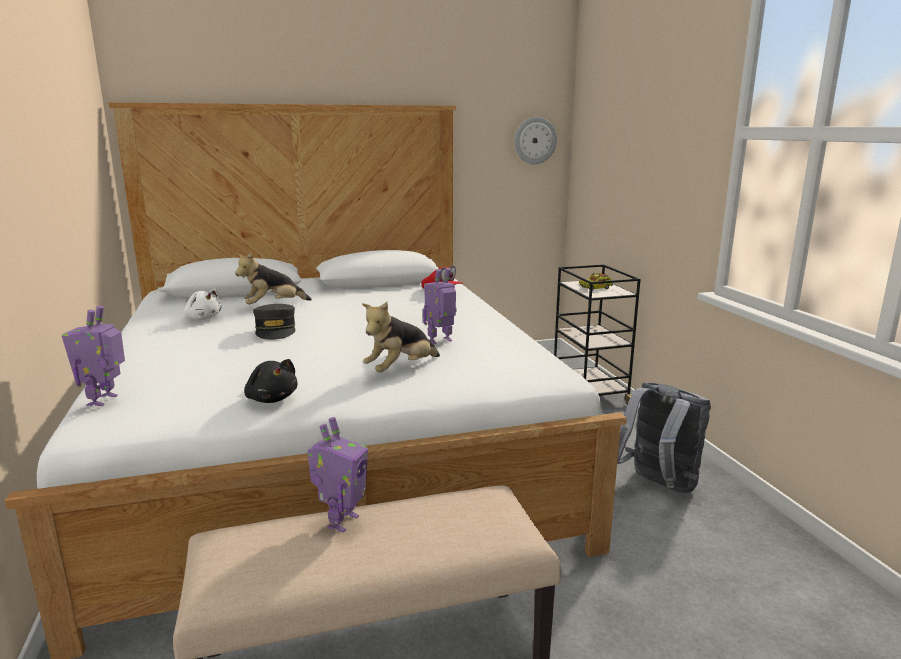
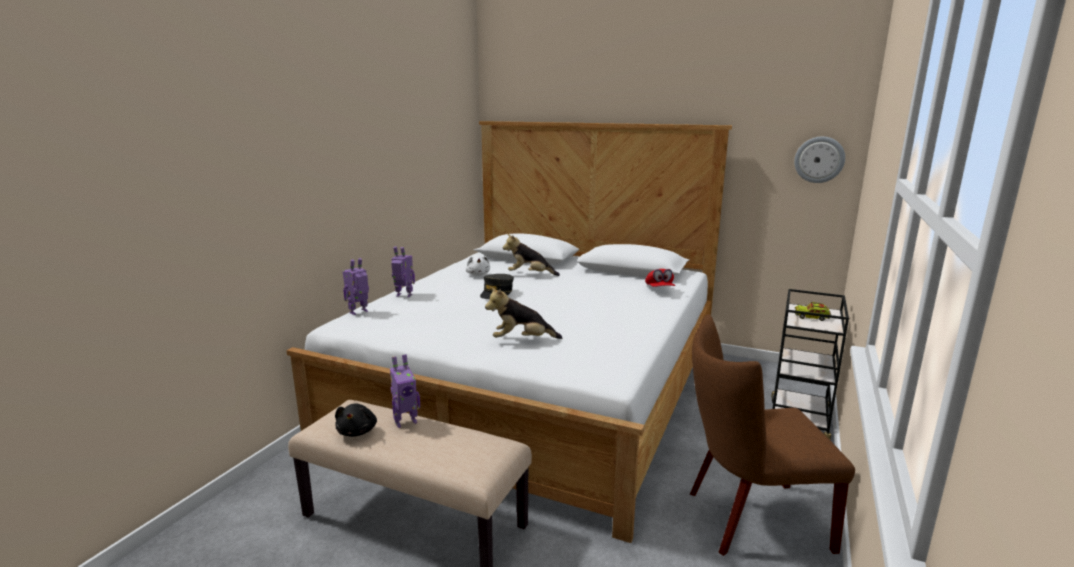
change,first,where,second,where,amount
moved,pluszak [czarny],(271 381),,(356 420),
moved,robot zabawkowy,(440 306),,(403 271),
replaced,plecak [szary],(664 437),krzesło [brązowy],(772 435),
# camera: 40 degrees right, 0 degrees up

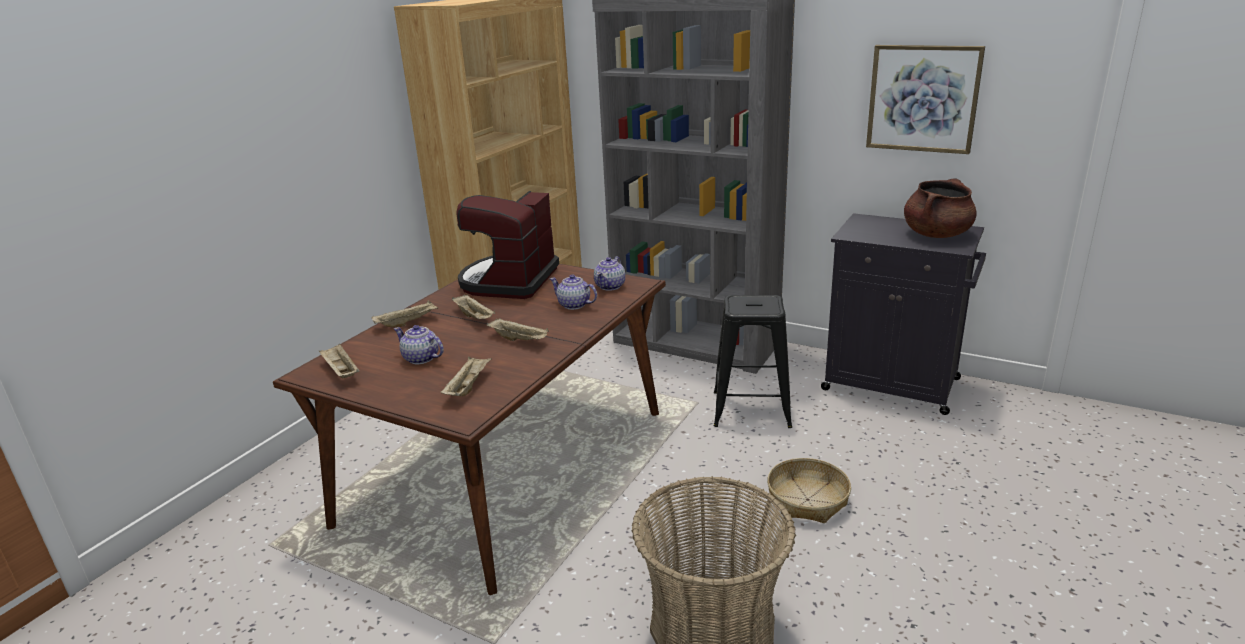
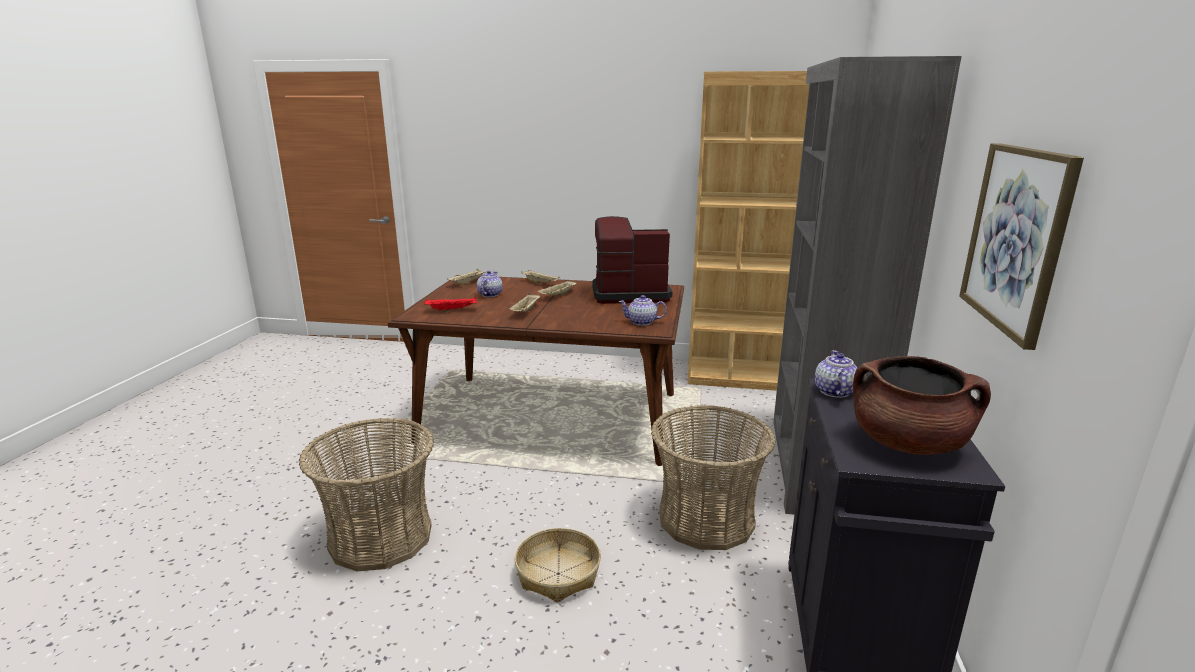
change,first,where,second,where,amount
recoloured,taca [beżowy],(466 376),taca [czerwony],(450 304),
moved,imbryk,(573 292),,(836 374),
replaced,stołek [czarny],(753 361),koszyk,(713 477),
# camera: 70 degrees right, 5 degrees down

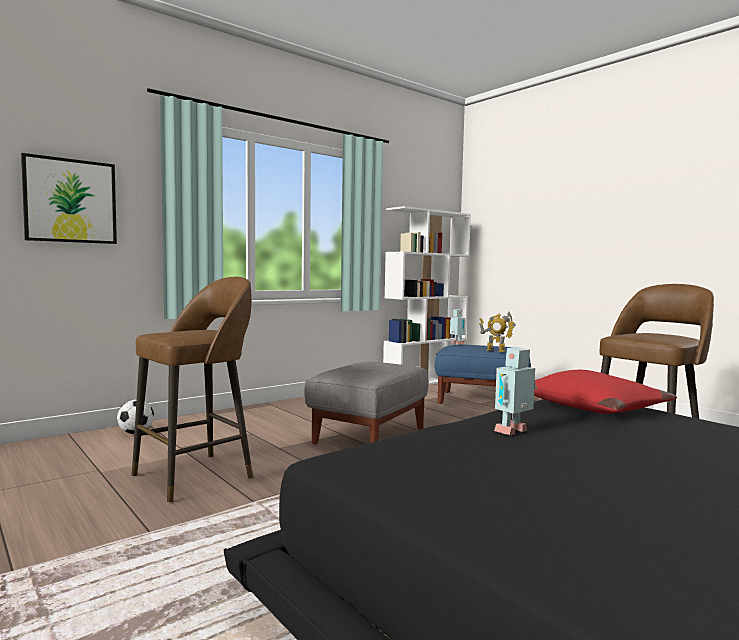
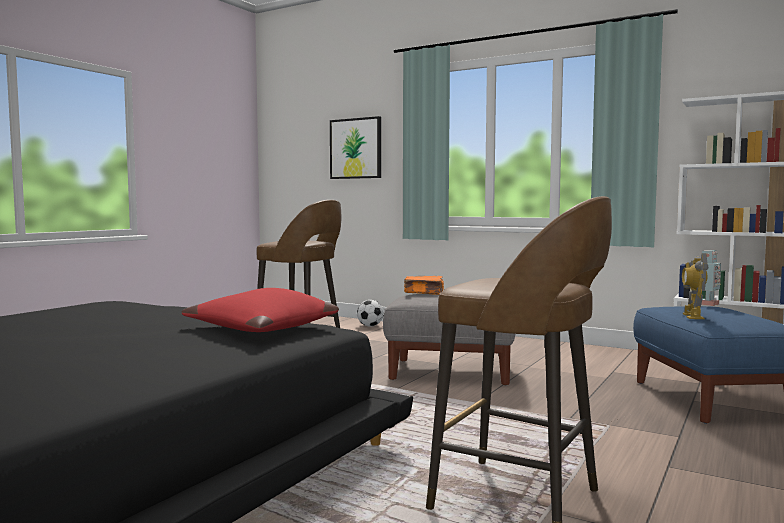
change,first,where,second,where,amount
removed,robot zabawkowy,(514 391),,,
added,,,książka [pomarańczowy],(424 285),
# camera: 70 degrees right, 0 degrees up

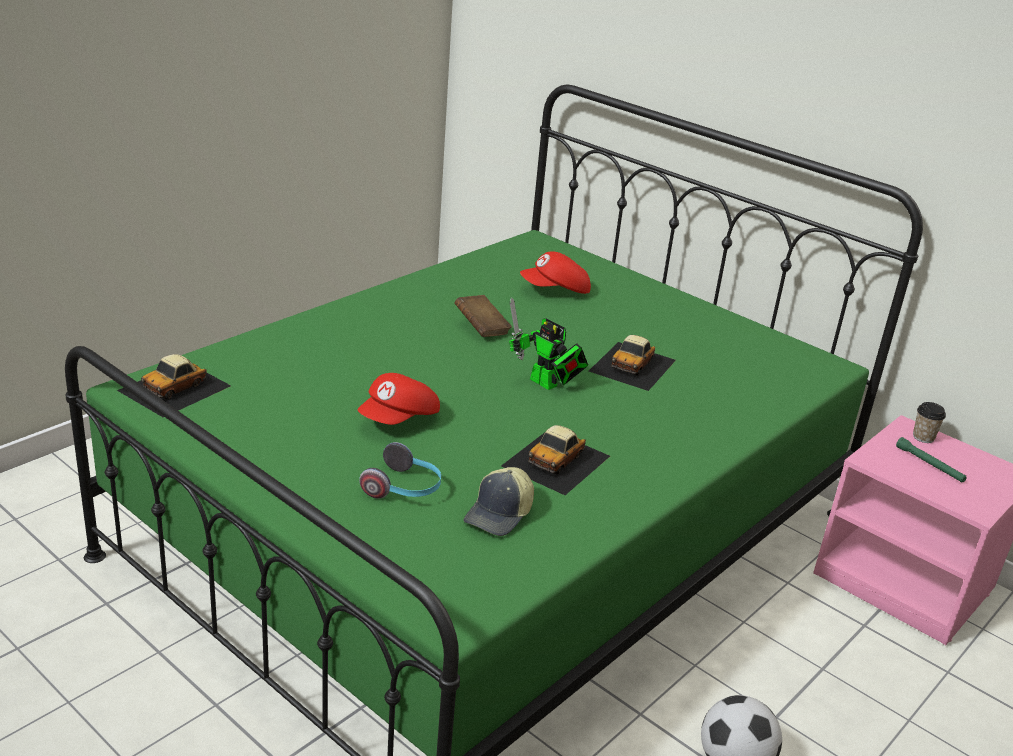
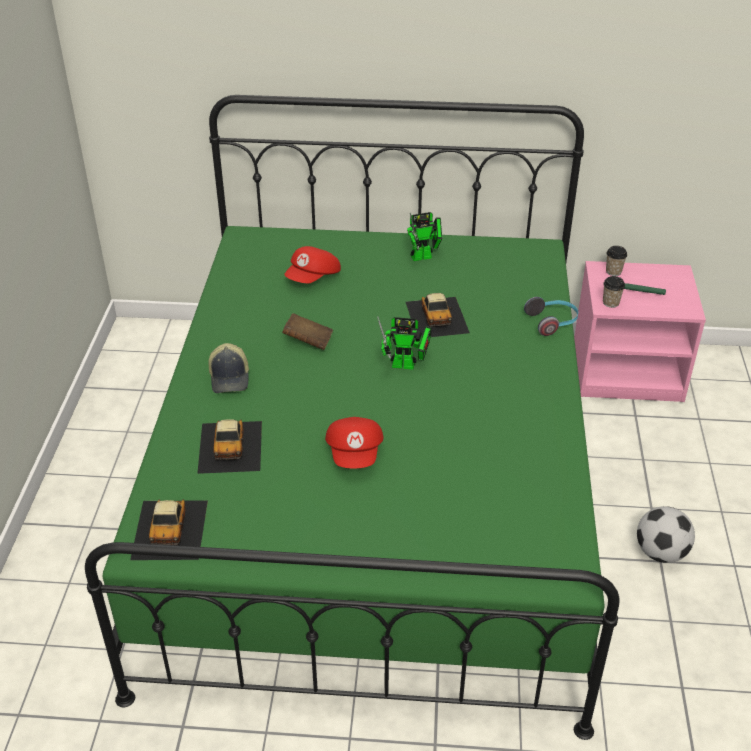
change,first,where,second,where,amount
moved,słuchawki,(400 470),,(551 316),
moved,czapka z daszkiem,(499 501),,(228 368),
moved,samochodzik,(555 460),,(229 446),
added,,,robot zabawkowy,(424 236),
added,,,filiżanka,(614 292),
# camera: 35 degrees left, 10 degrees up

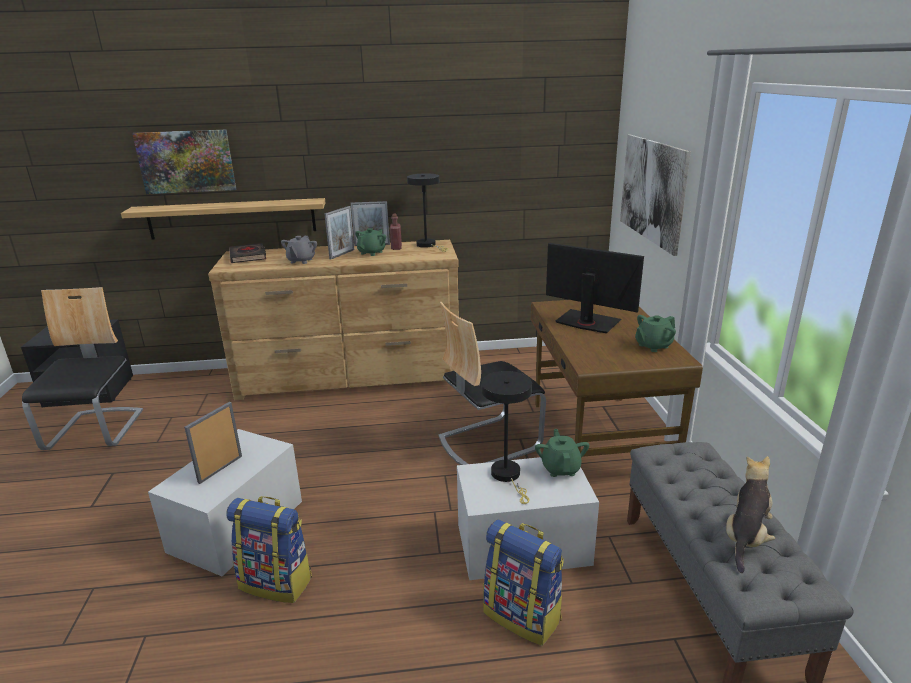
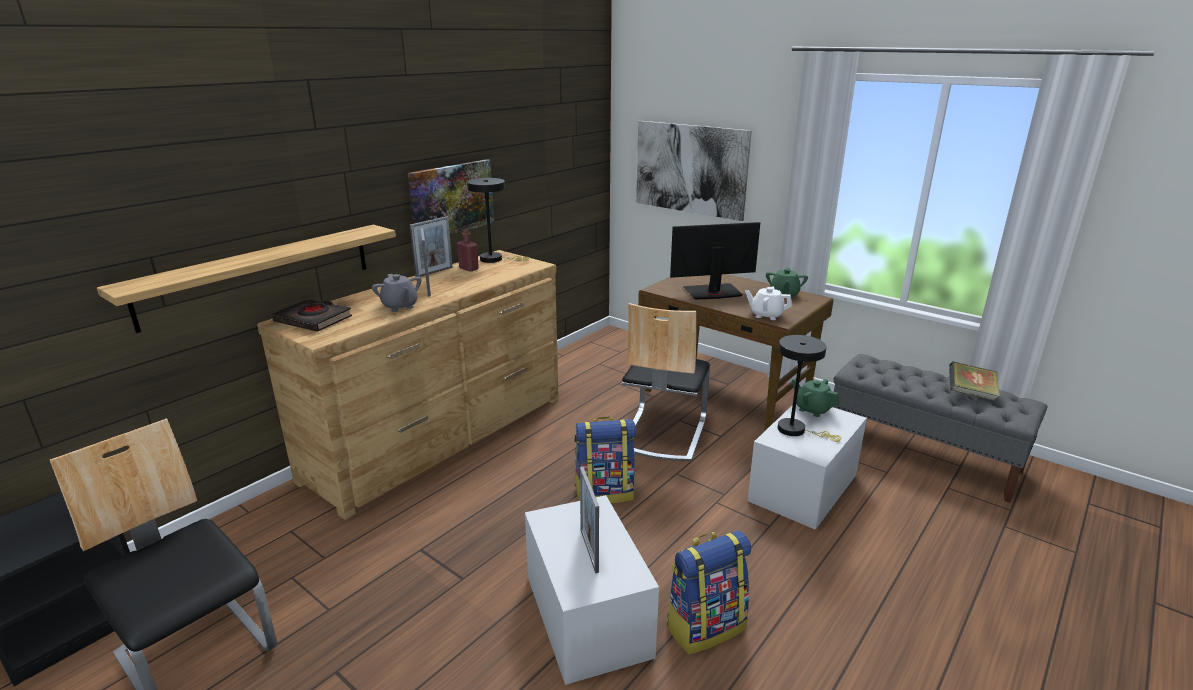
change,first,where,second,where,amount
moved,obraz,(184 162),,(451 196),
removed,imbryk [zielony],(370 242),,,
moved,plecak,(523 582),,(605 460),
replaced,pluszak,(750 514),książka,(974 381),
added,,,imbryk [biały],(768 303),
# camera: 45 degrees left, 0 degrees up

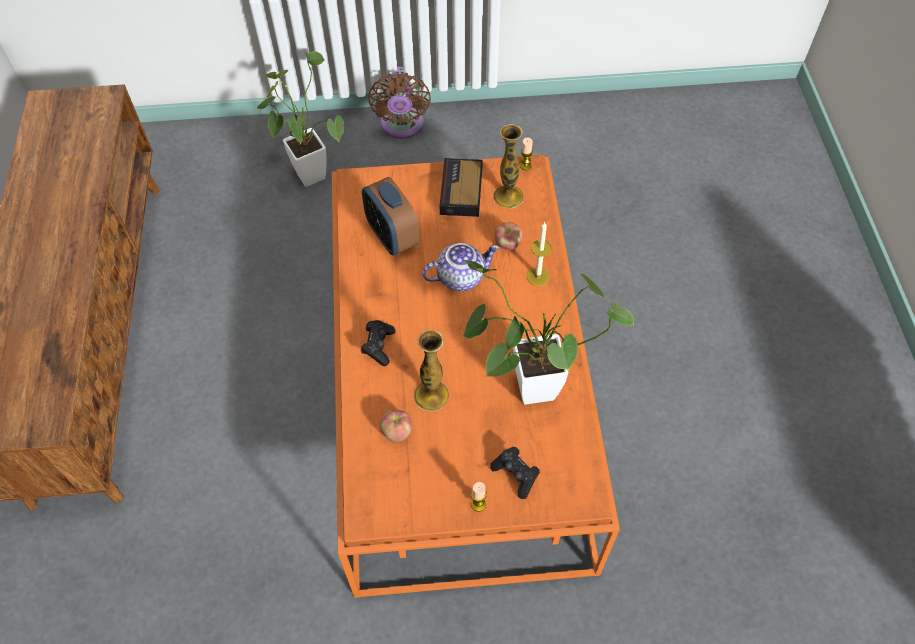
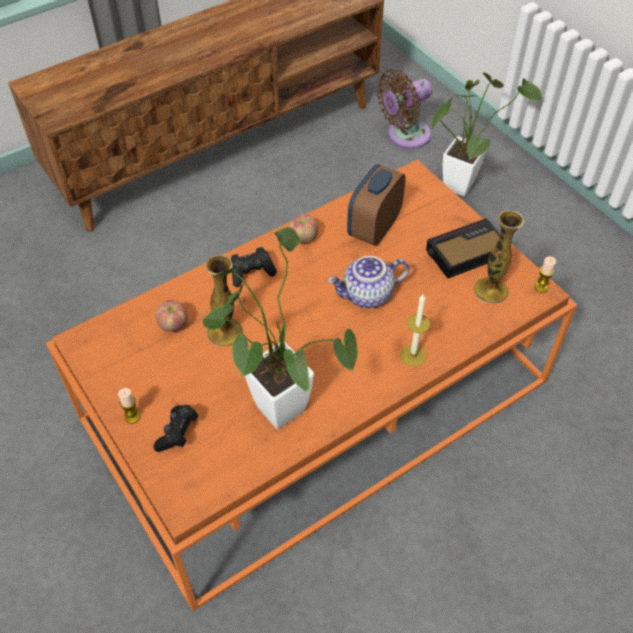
change,first,where,second,where,amount
moved,wentylator [brązowy],(399 102),,(404 109),
turned,imbryk,(460 267),,(368 282),120 degrees clockwise
moved,jabłko,(508 236),,(304 228),
# camera: 60 degrees right, 5 degrees down

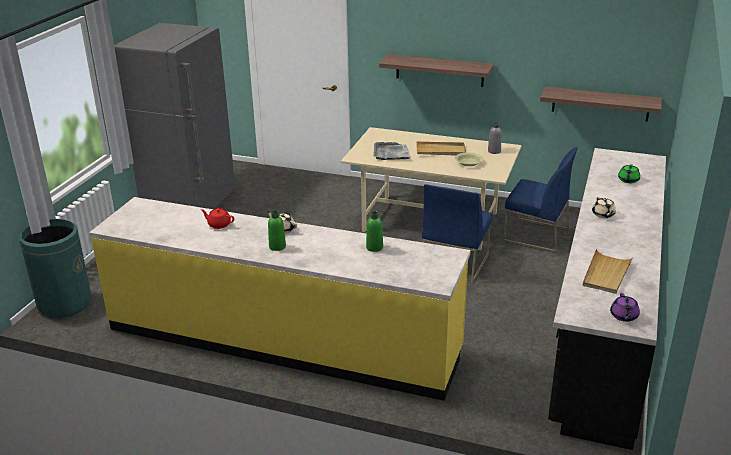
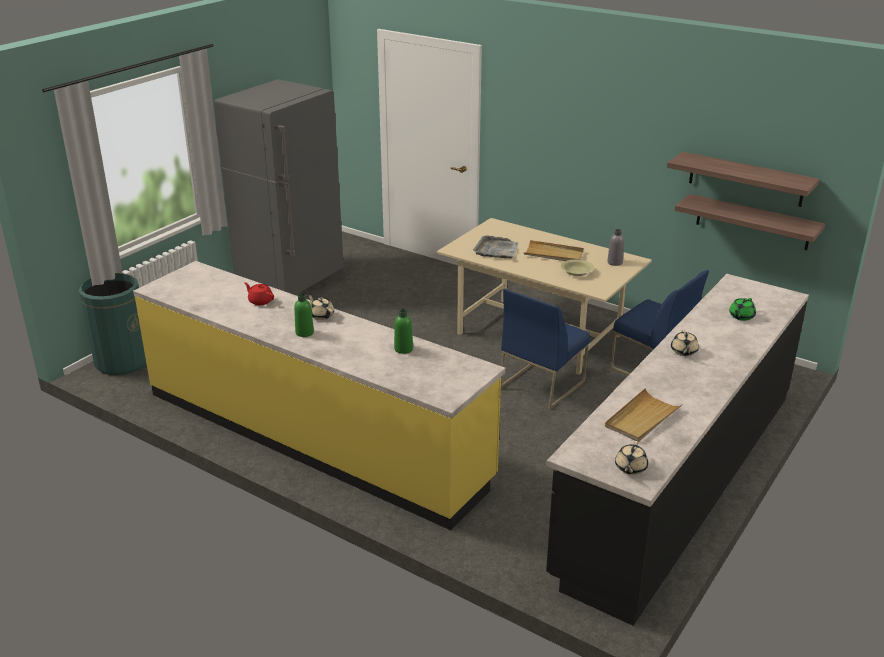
change,first,where,second,where,amount
moved,półka,(436 70),,(743 179),
recoloured,imbryk [fioletowy],(625 307),imbryk [beżowy],(631 458),
# camera: 15 degrees right, 0 degrees up

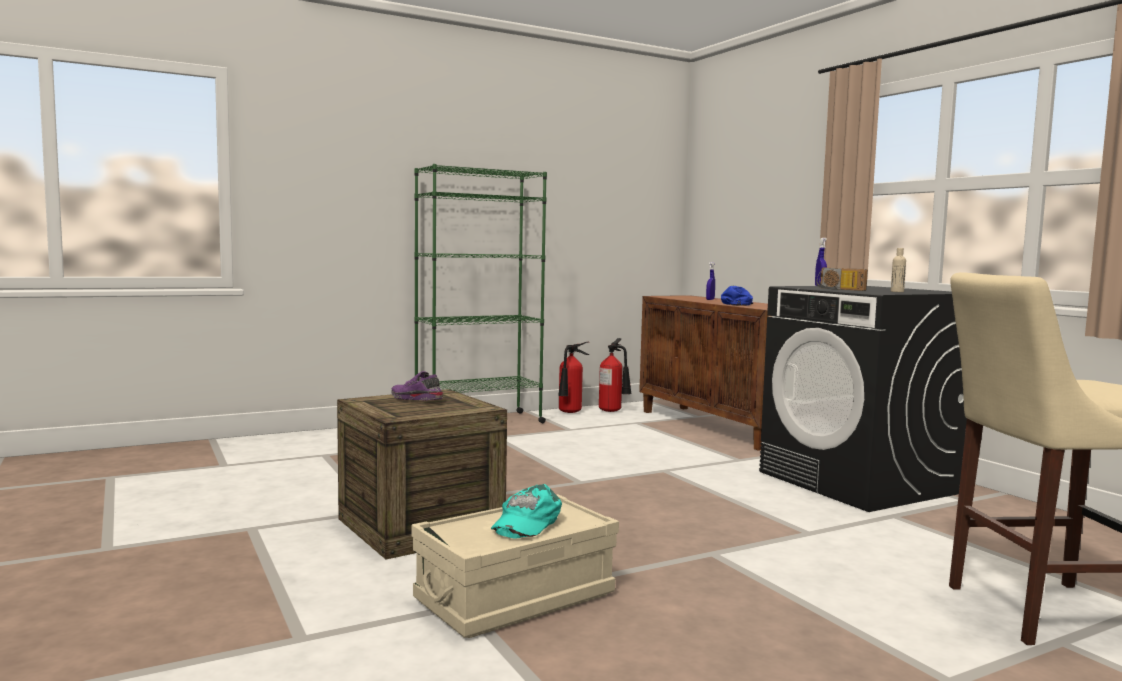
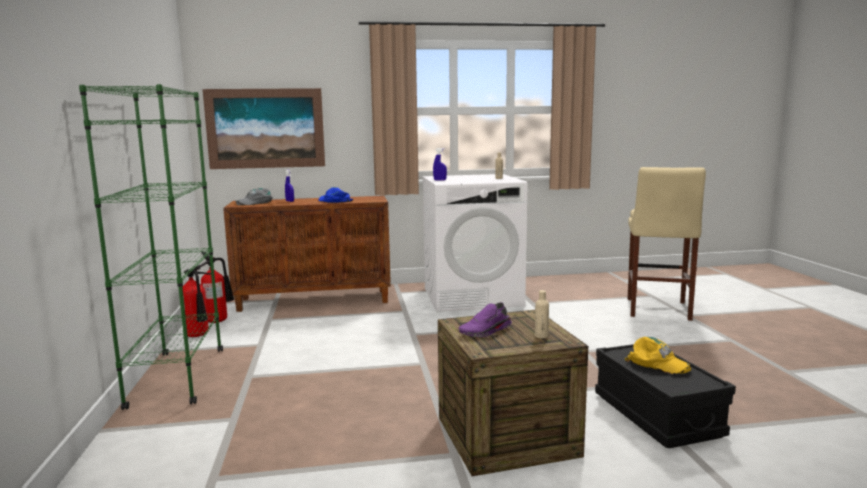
change,first,where,second,where,amount
recoloured,pojemnik do przechowywania [beżowy],(515 566),pojemnik do przechowywania [czarny],(665 396),
recoloured,czapka z daszkiem [turkusowy],(526 511),czapka z daszkiem [żółty],(658 355),
recoloured,pralka [czarny],(863 399),pralka [biały],(475 243),
removed,radio,(842 279),,,
added,,,obraz,(264 128),
added,,,czapka z daszkiem [szary],(254 196),
added,,,butelka [beżowy],(542 314),
# camera: 70 degrees left, 5 degrees up

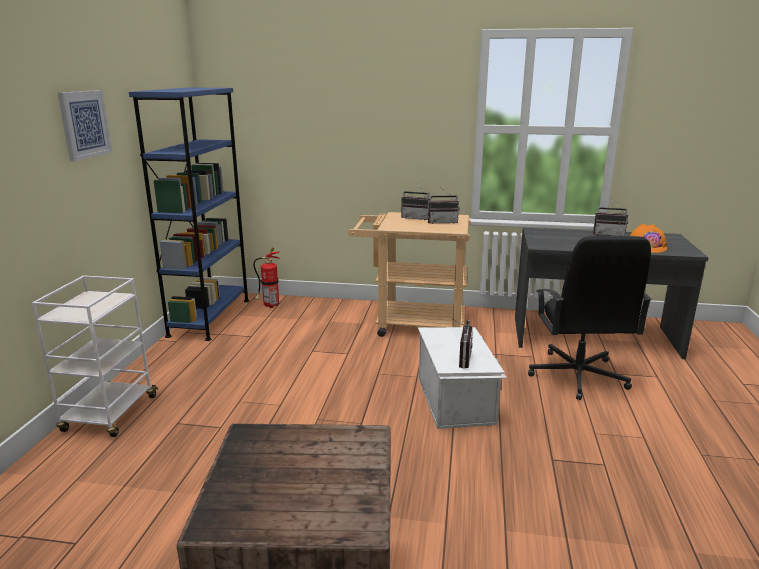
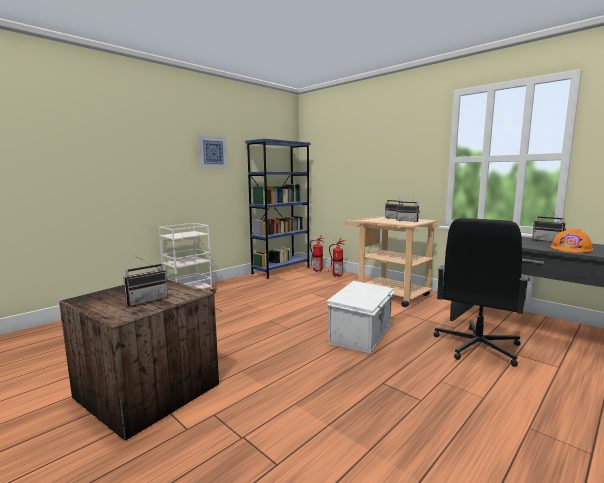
change,first,where,second,where,amount
moved,radio,(462 343),,(145 280),
added,,,gaśnica,(336 257),
# camera: 35 degrees right, 10 degrees down

